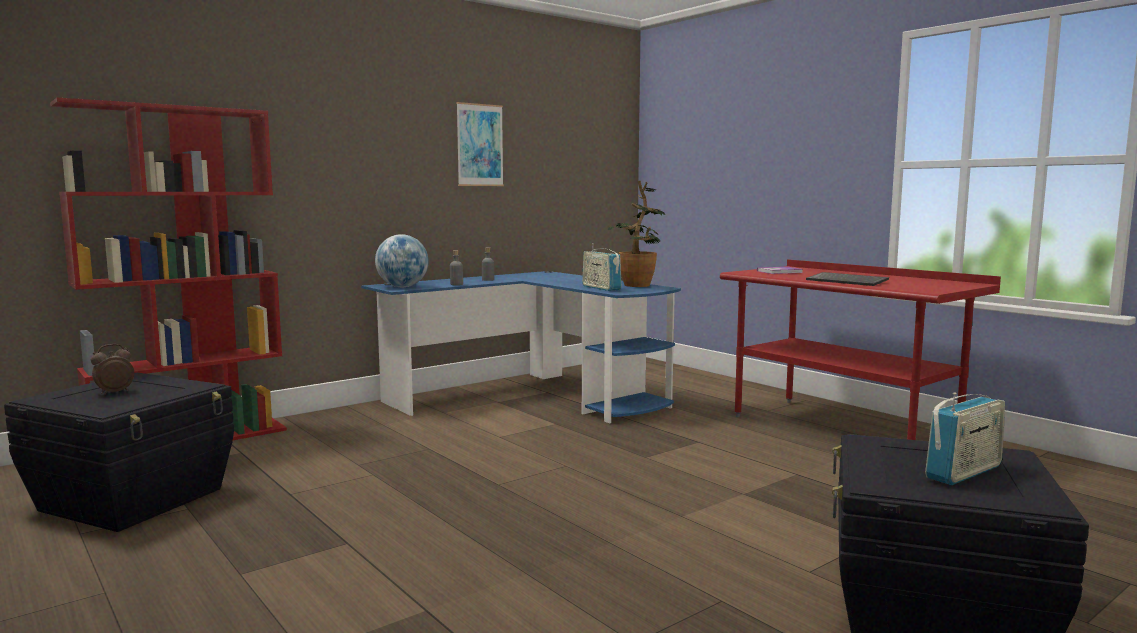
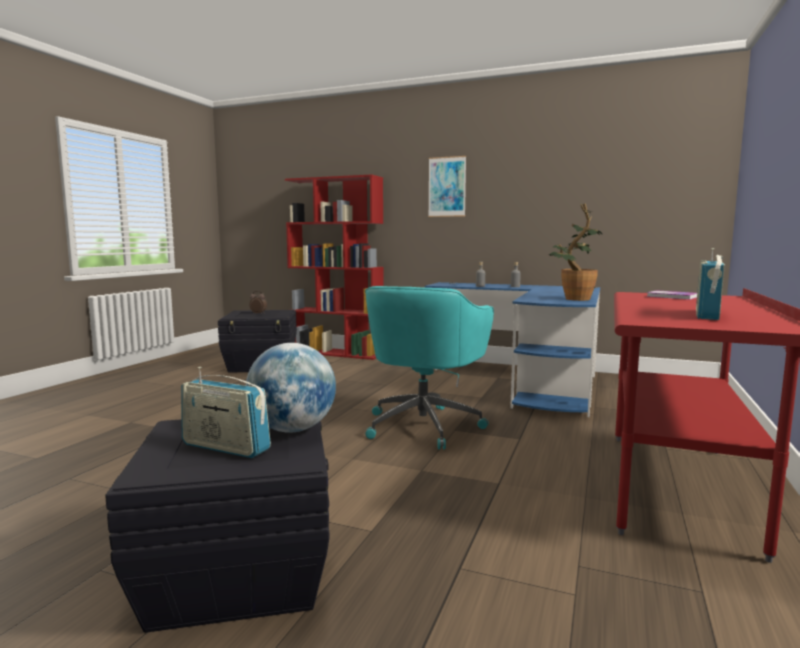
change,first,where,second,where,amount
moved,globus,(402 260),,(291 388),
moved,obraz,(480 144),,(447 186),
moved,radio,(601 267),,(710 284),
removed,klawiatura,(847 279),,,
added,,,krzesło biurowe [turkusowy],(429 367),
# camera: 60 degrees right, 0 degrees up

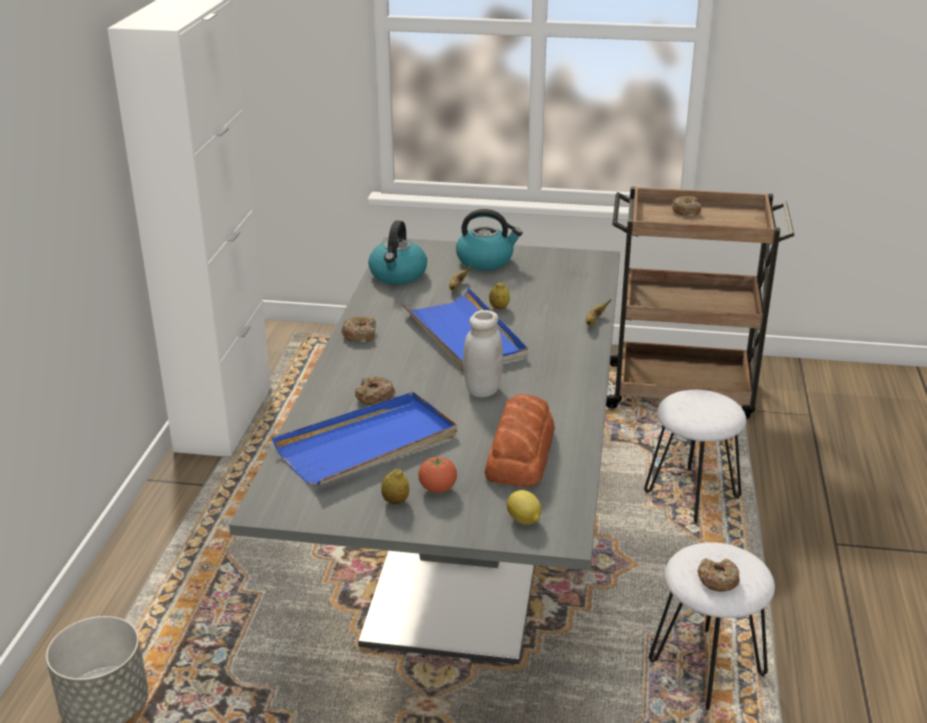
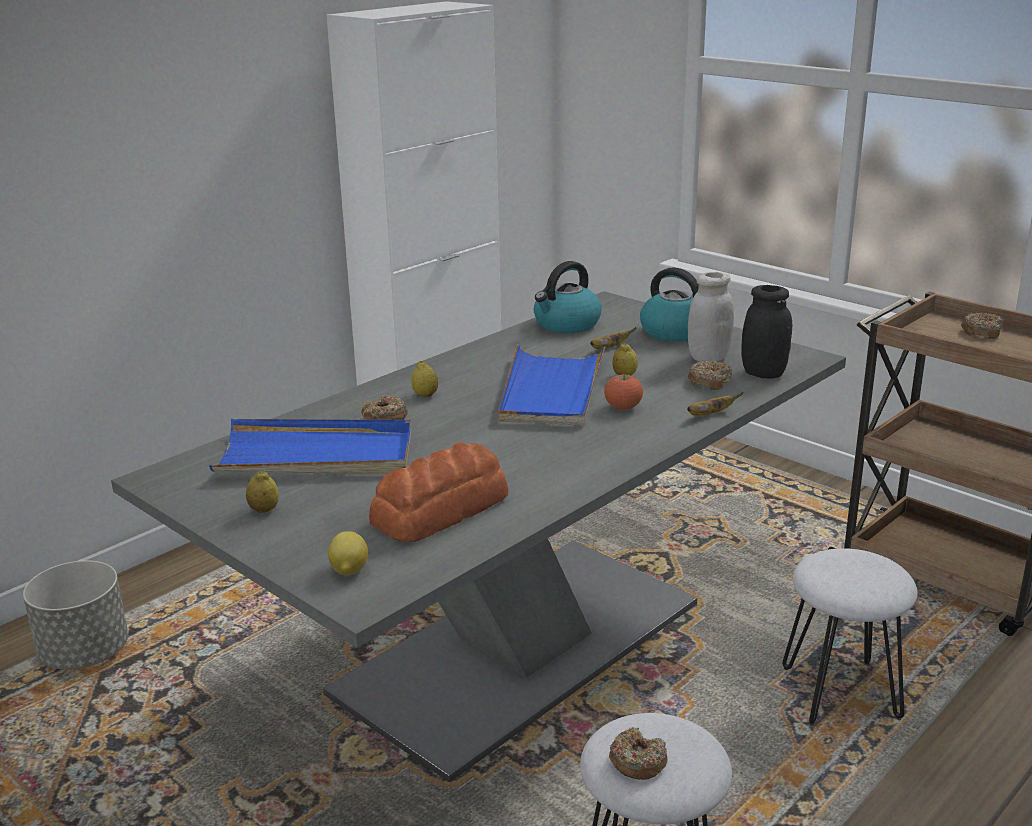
change,first,where,second,where,amount
moved,donut,(358 329),,(710 375),
moved,pomidor,(437 474),,(623 391),
moved,słoik [biały],(483 354),,(711 317),
added,,,cytryna,(424 379),
added,,,słoik [czarny],(766 332),
# camera: 35 degrees right, 5 degrees down

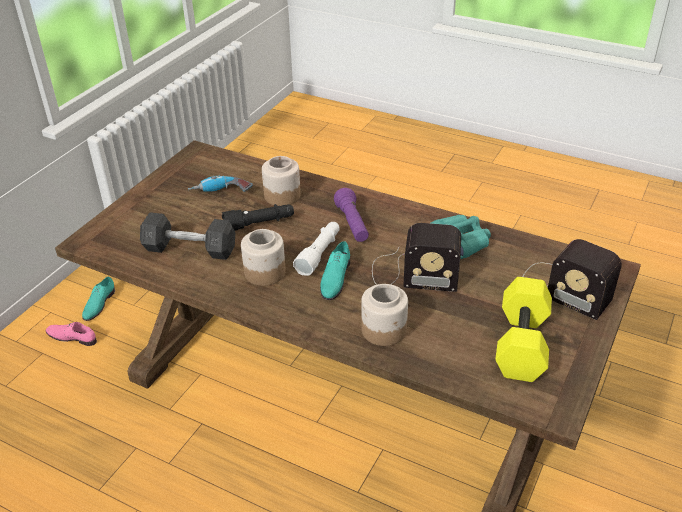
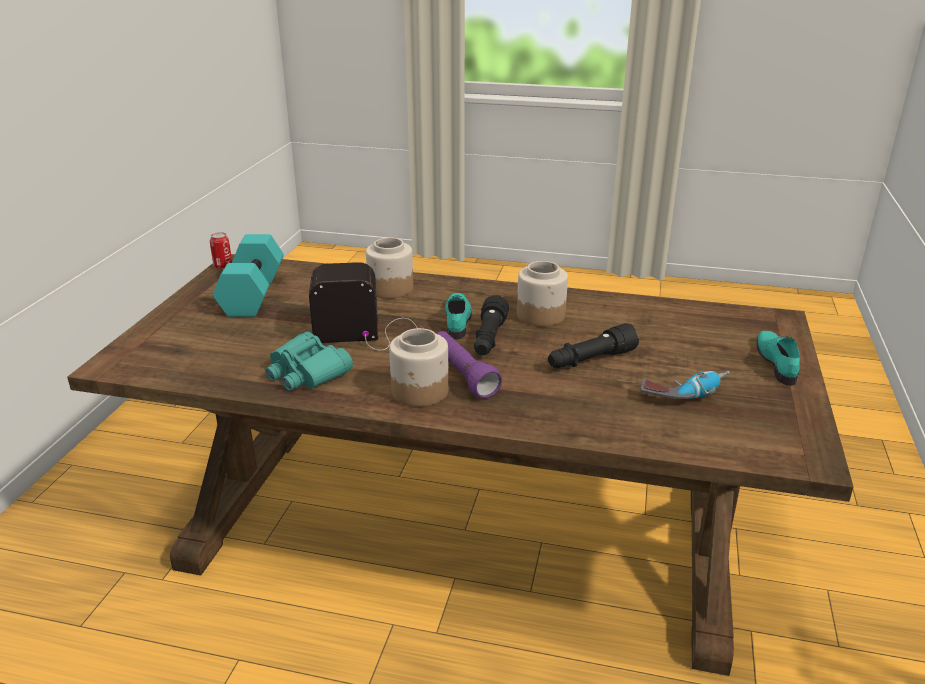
change,first,where,second,where,amount
removed,but [różowy],(71 334),,,
moved,but [turkusowy],(98 299),,(778 358),
removed,hantel [szary],(188 236),,,
moved,słoik,(281 181),,(419 367),
recoloured,latarka [biały],(316 249),latarka [czarny],(491 325),
recoloured,hantel [żółty],(523 329),hantel [turkusowy],(248 275),
removed,radio,(572 279),,,
added,,,puszka,(221 250),
# camera: 165 degrees right, 10 degrees down

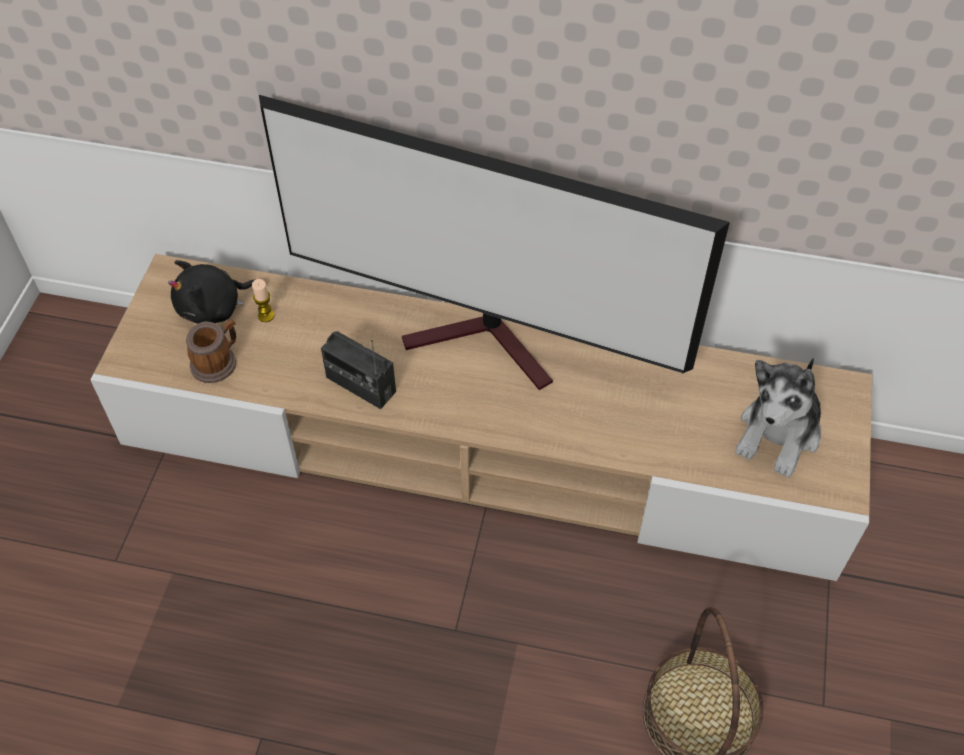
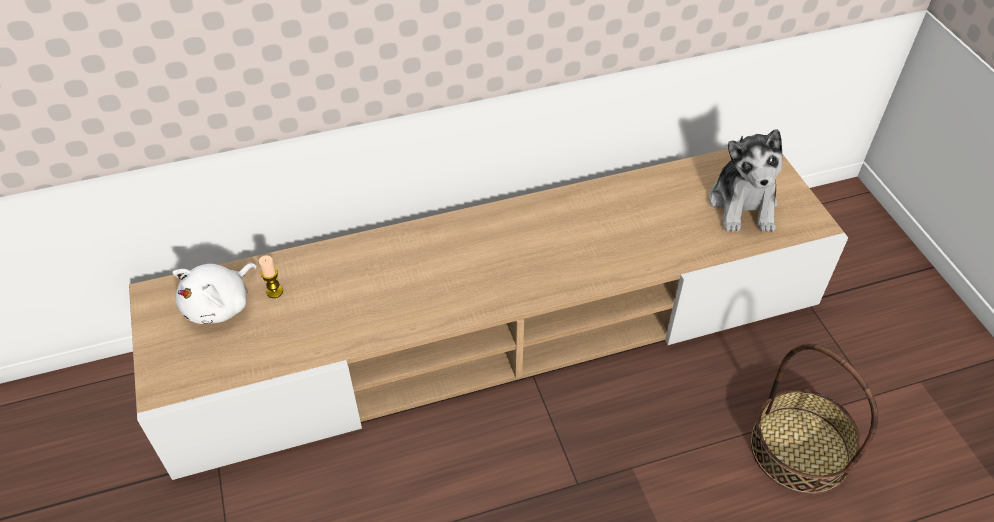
change,first,where,second,where,amount
recoloured,pluszak [czarny],(212 292),pluszak [biały],(214 293),
removed,kubek,(211 351),,,
removed,telewizor,(494 242),,,
removed,radio,(358 370),,,
# camera: 30 degrees left, 5 degrees down

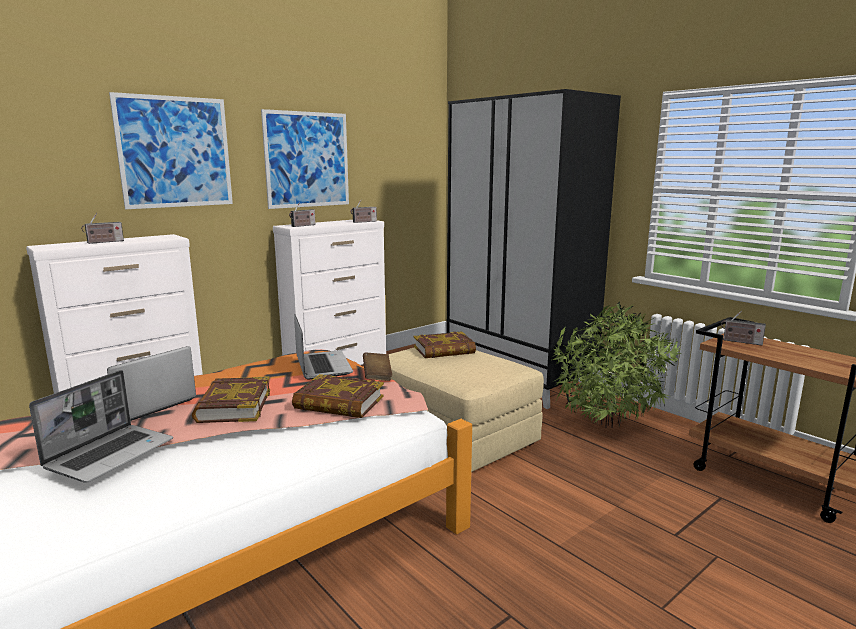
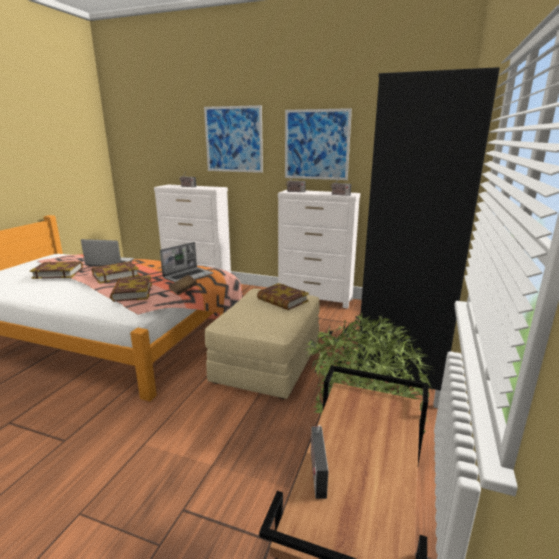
change,first,where,second,where,amount
replaced,laptop,(101 426),książka,(56 270),
moved,radio,(743 327),,(320 462),
# camera: 60 degrees right, 5 degrees up

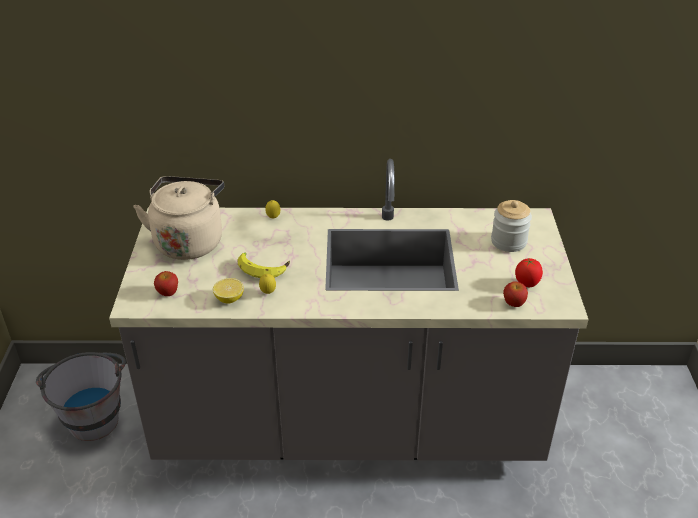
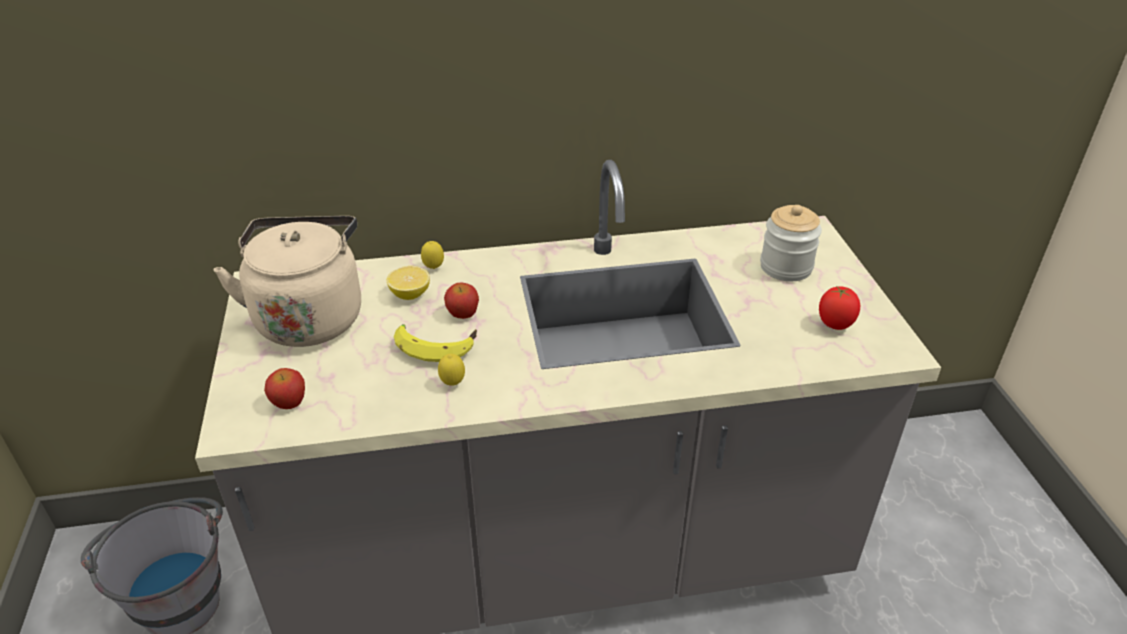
change,first,where,second,where,amount
moved,cytryna,(228 291),,(408 283),
moved,jabłko,(515 294),,(461 301),
# camera: 10 degrees left, 0 degrees up

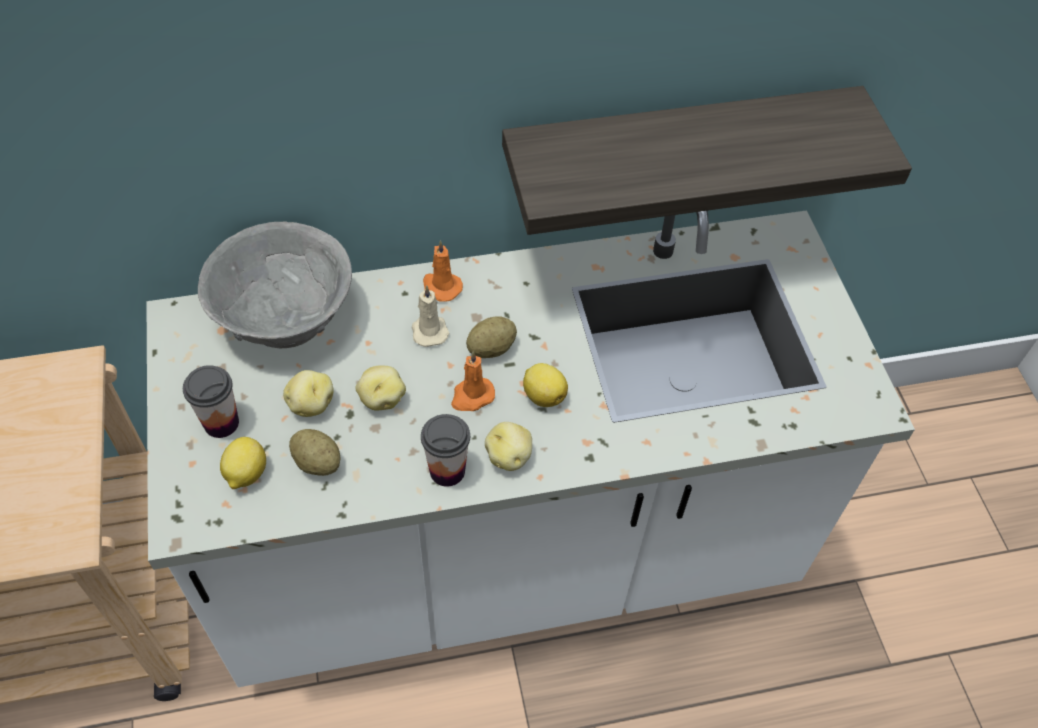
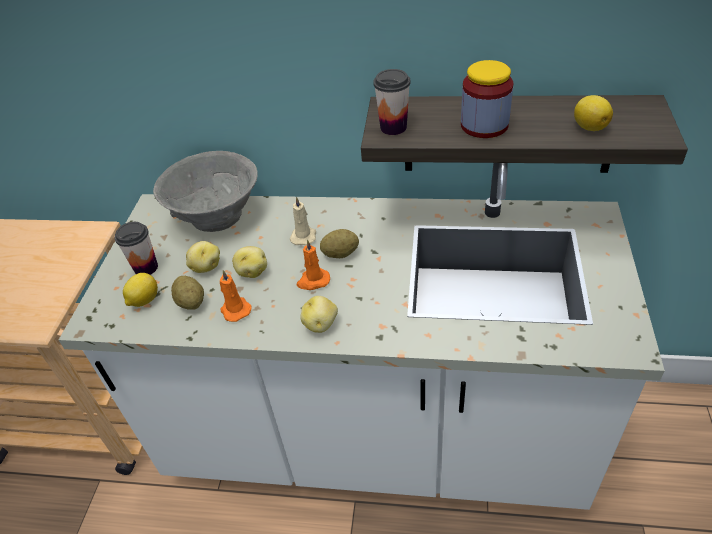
change,first,where,second,where,amount
moved,filiżanka,(445 450),,(392 102),
moved,świeca [pomarańczowy],(443 271),,(236 296),
moved,cytryna,(545 385),,(593 113),
added,,,słoik,(487 99),
# camera: 25 degrees right, 10 degrees down

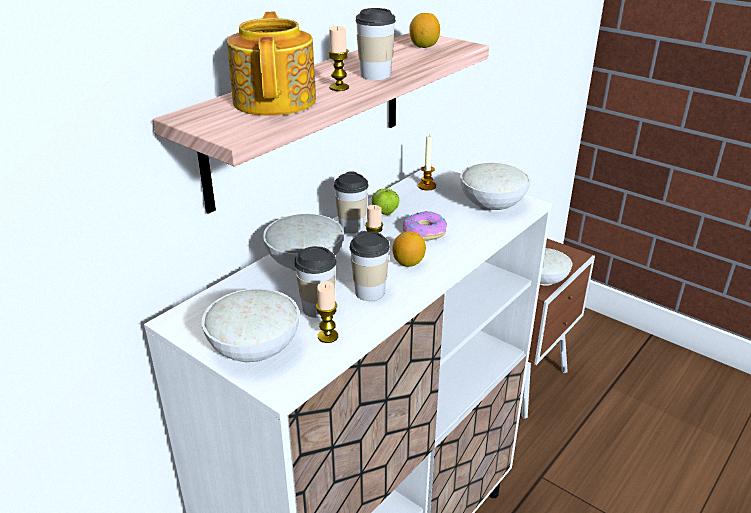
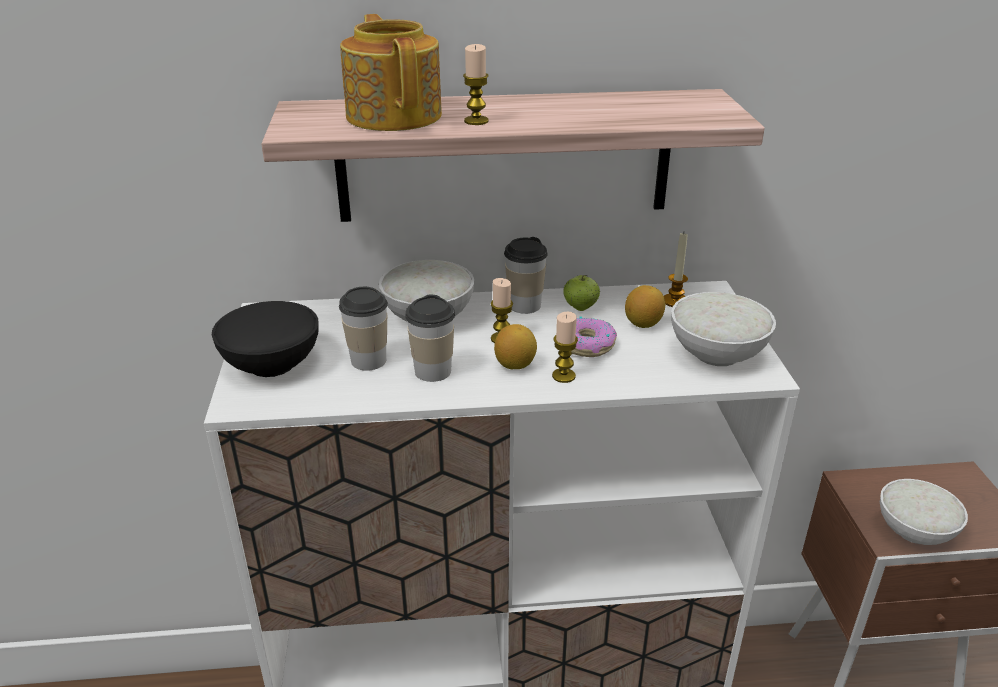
change,first,where,second,where,amount
recoloured,miska [biały],(250 326),miska [czarny],(265 339),
turned,imbryk,(271 64),,(391 72),60 degrees counterclockwise
moved,świeca,(327 312),,(565 347),
removed,filiżanka,(376 44),,,
moved,cytryna,(424 30),,(645 306),
# camera: 45 degrees right, 0 degrees up

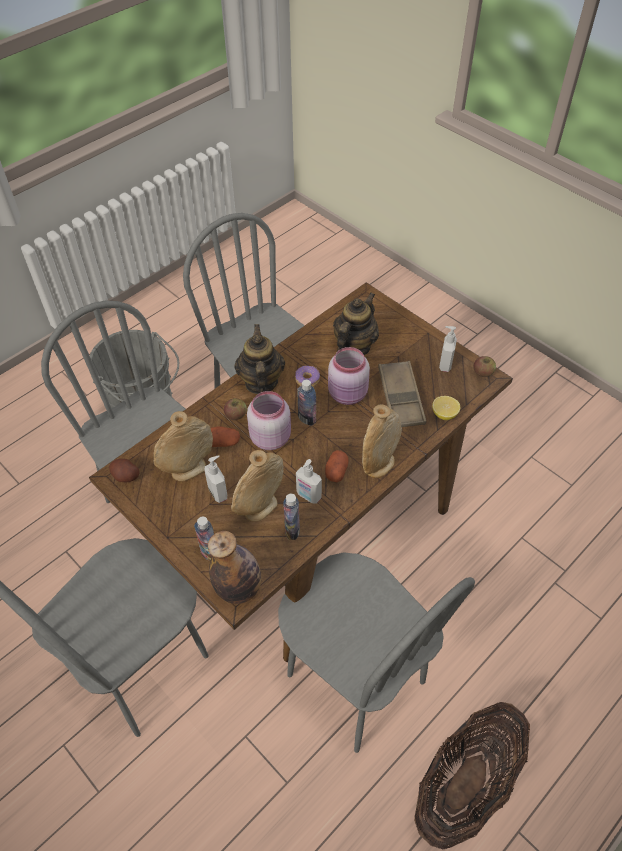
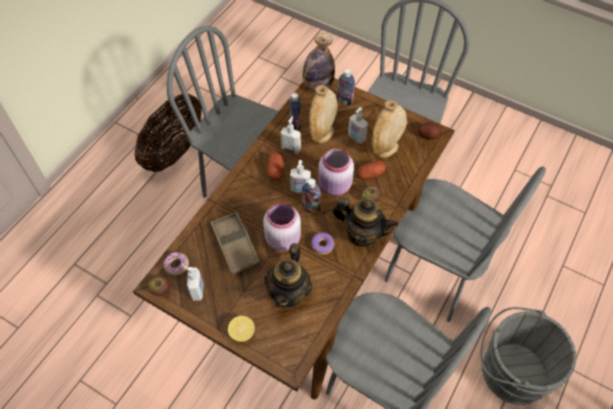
change,first,where,second,where,amount
turned,imbryk,(259 359),,(365 222),45 degrees counterclockwise
removed,wazon [beżowy],(382 441),,,
moved,cytryna,(446 408),,(241 329),
added,,,donut,(176 263),
added,,,dozownik mydła,(300 176),
# camera: 165 degrees right, 5 degrees up

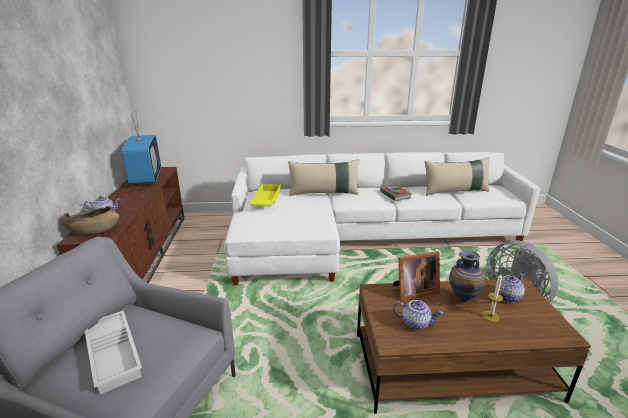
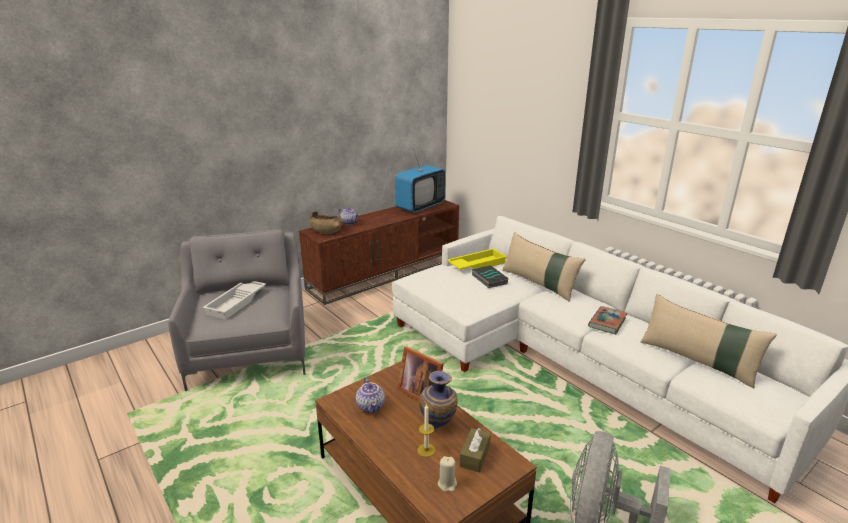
change,first,where,second,where,amount
replaced,imbryk,(510 288),pudełko chusteczek [brązowy],(475 450),
added,,,świeca [beżowy],(447 474),
added,,,książka,(490 276),
# camera: 55 degrees right, 0 degrees up

